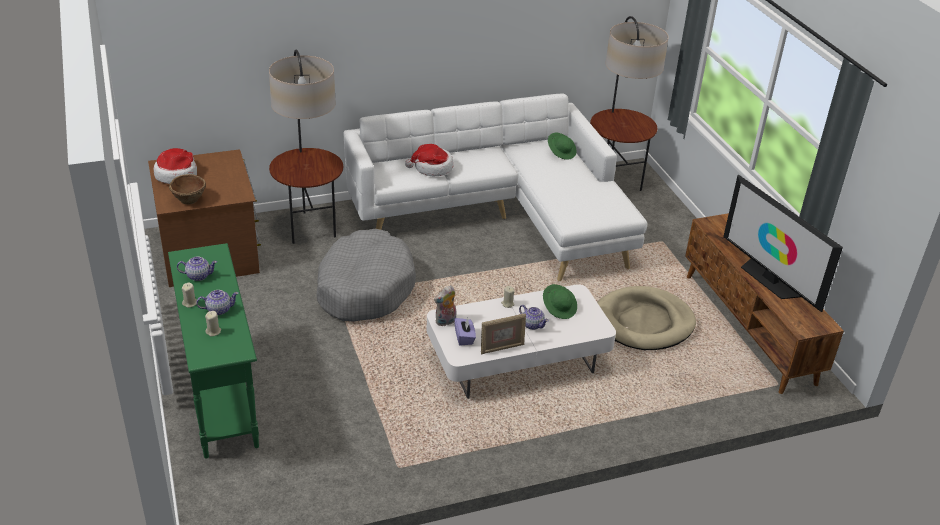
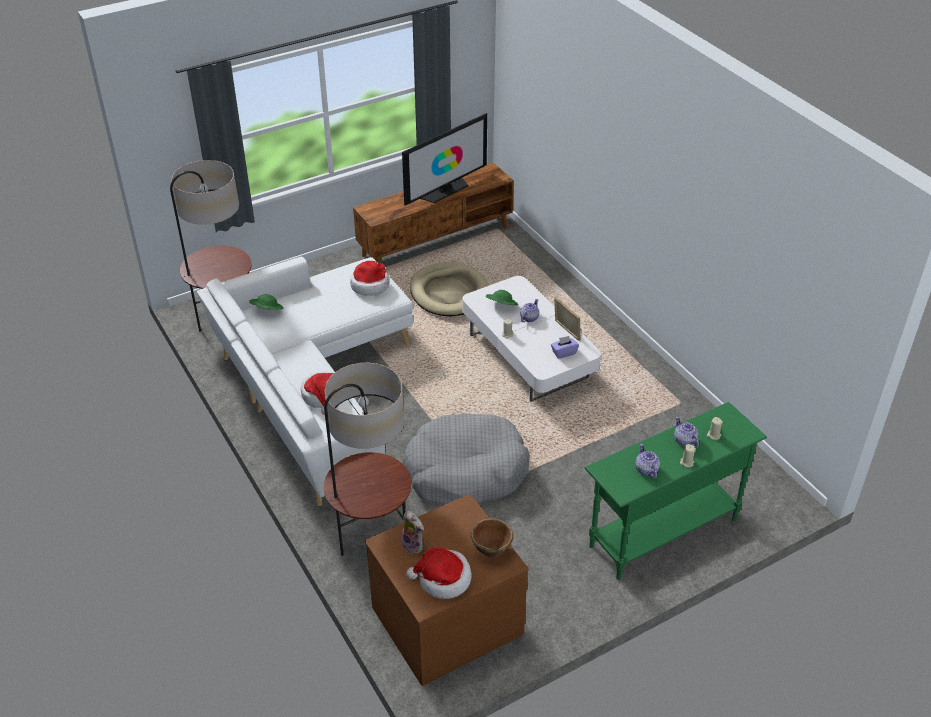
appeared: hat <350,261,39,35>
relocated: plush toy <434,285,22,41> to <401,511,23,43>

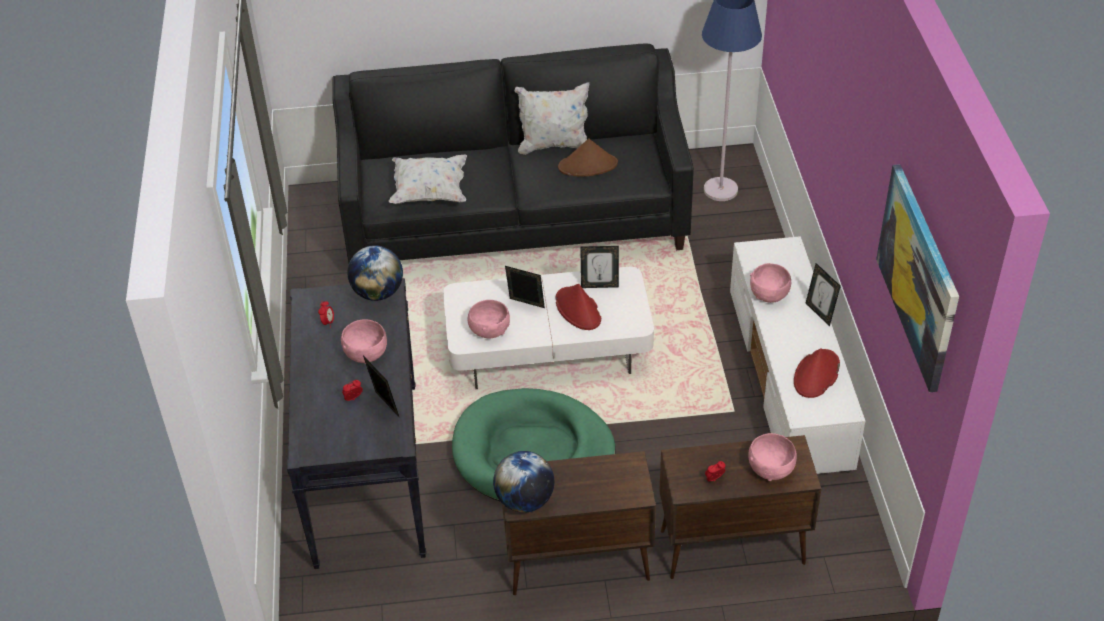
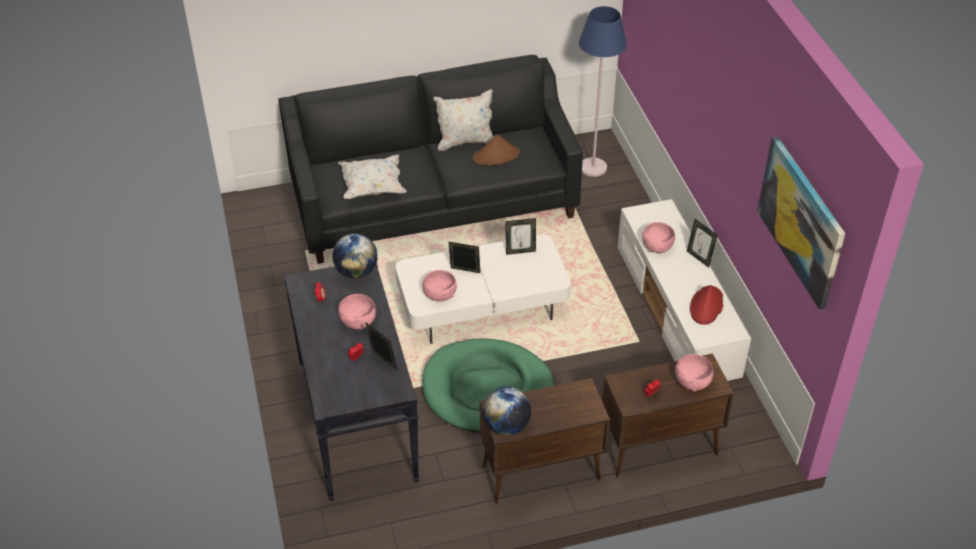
missing: red hat <555,284,46,46>

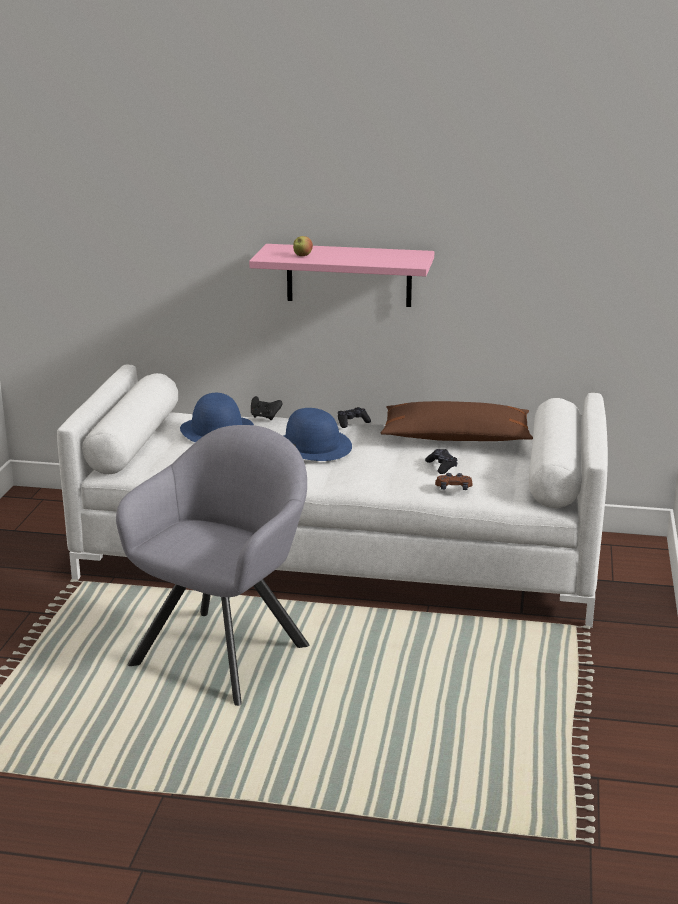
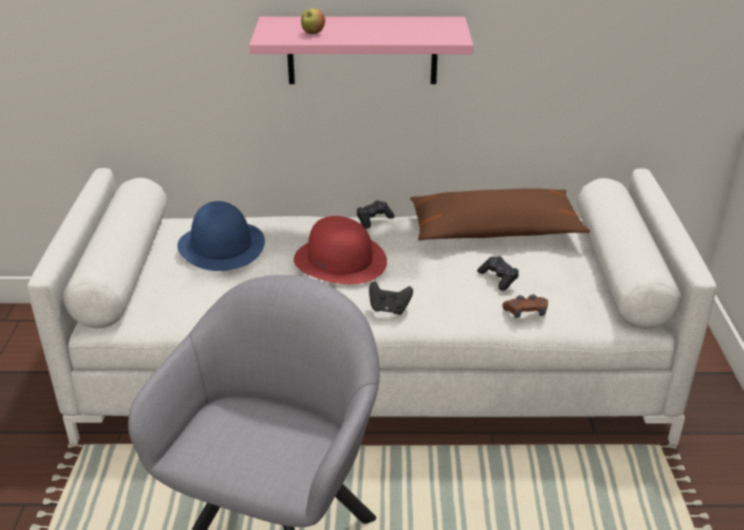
relocated: black game controller <251,396,32,24> to <369,281,44,34>
colour: blue hat <284,408,68,53> to red hat <294,216,93,68>

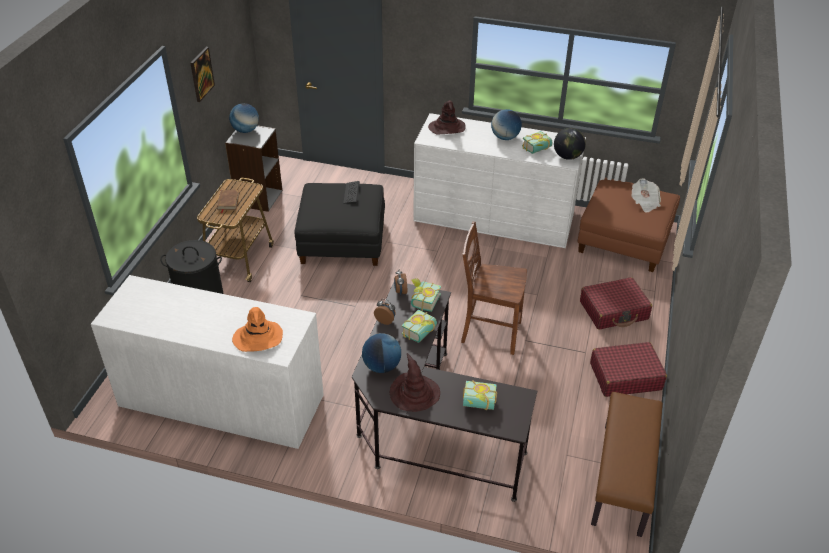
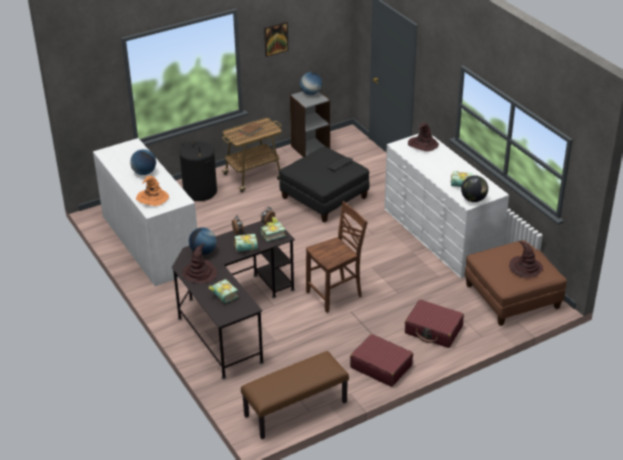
relocated: globe <491,109,31,31> to <130,149,26,26>
exchanged: newspaper <631,178,30,35> to brown hat <509,241,34,37>
spun: brown chair <461,221,66,134> = <306,201,62,112> 90 degrees clockwise

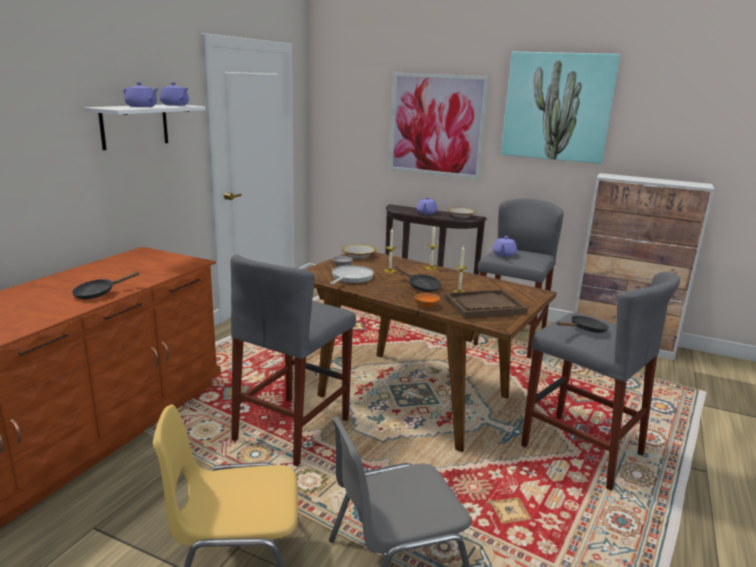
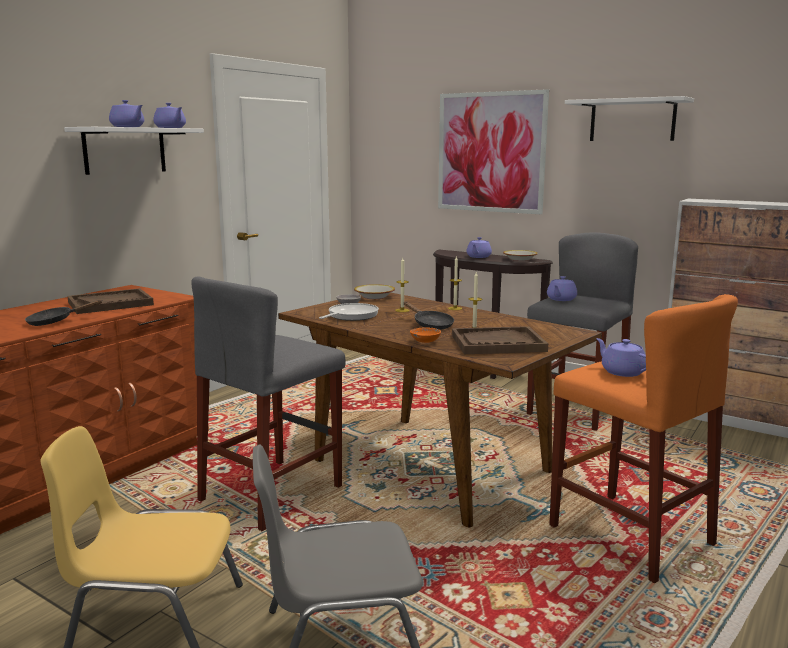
appeared: brown tray <67,288,87,26>
exchanged: picture <501,52,119,112> to white shelf <565,96,129,45>; black frying pan <556,315,53,18> to purple teapot <596,338,50,39>
colour: grey stool <521,272,159,219> to orange stool <549,294,189,289>

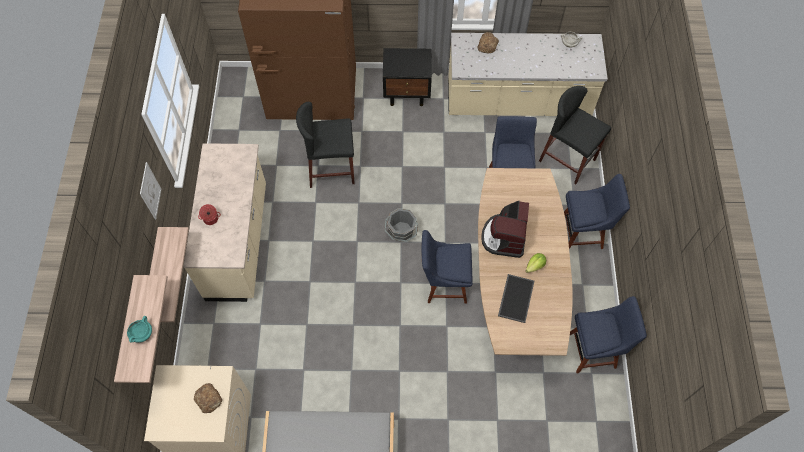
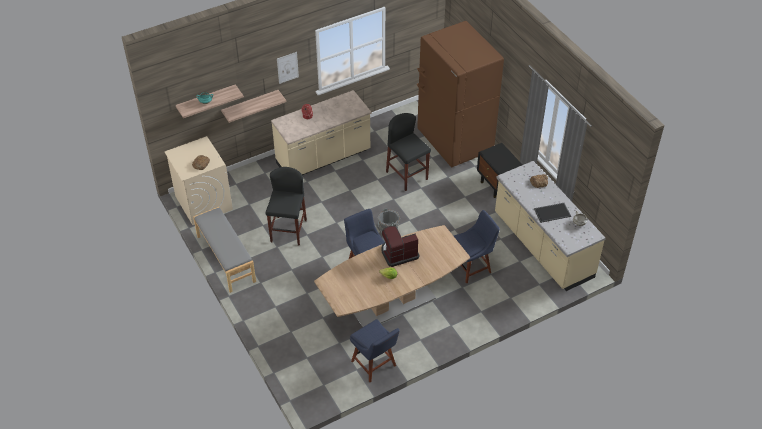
missing: blue chair <564,174,66,75>
relocated: black stool <539,86,72,98> to <266,167,41,79>; tray <498,274,36,49> to <534,203,37,20>

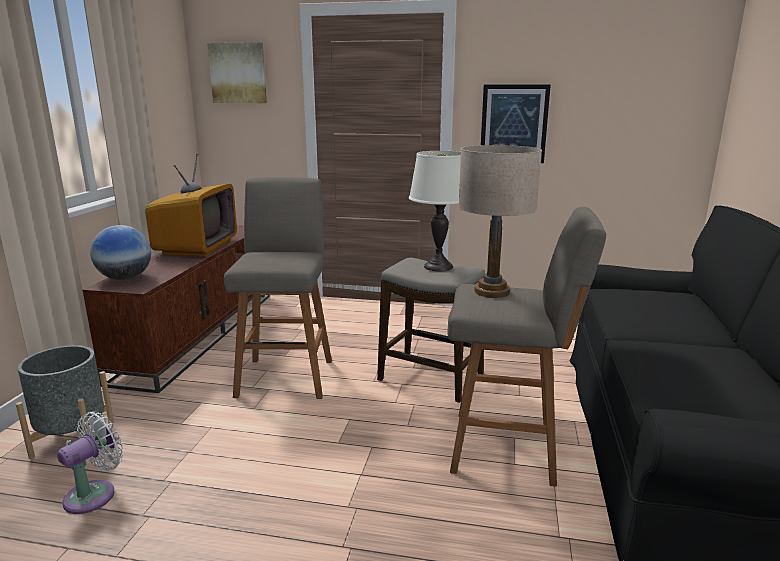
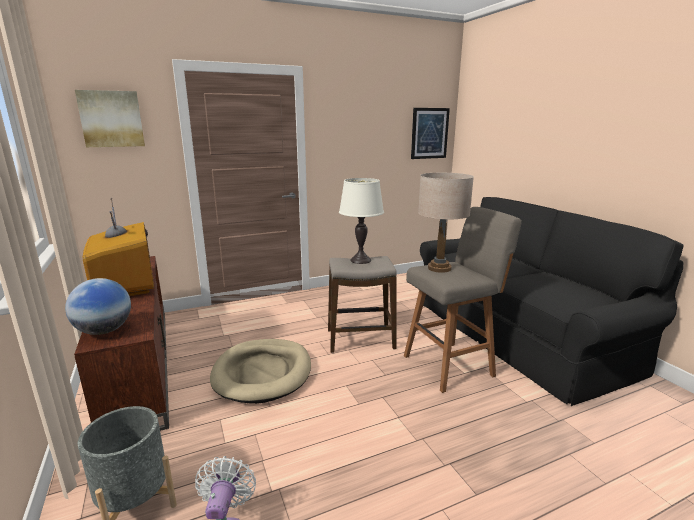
relocated: picture <481,84,70,79> to <411,108,39,51>
exchanged: grey stool <224,177,108,222> to beige dog bed <210,339,101,65>

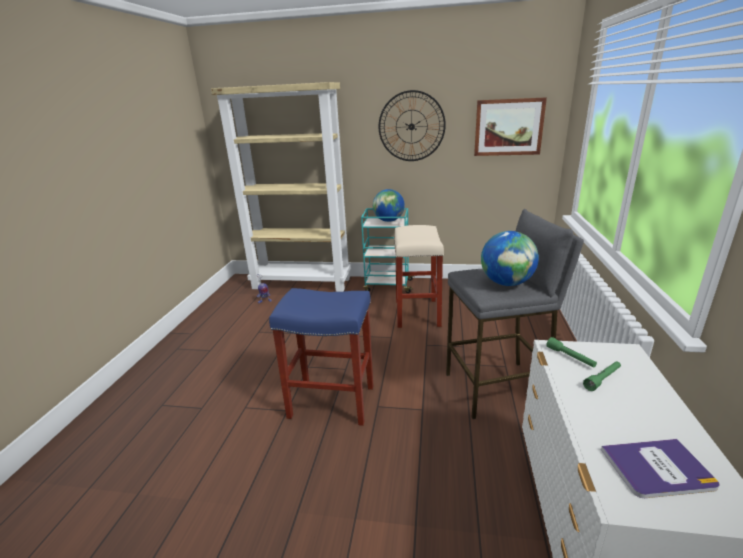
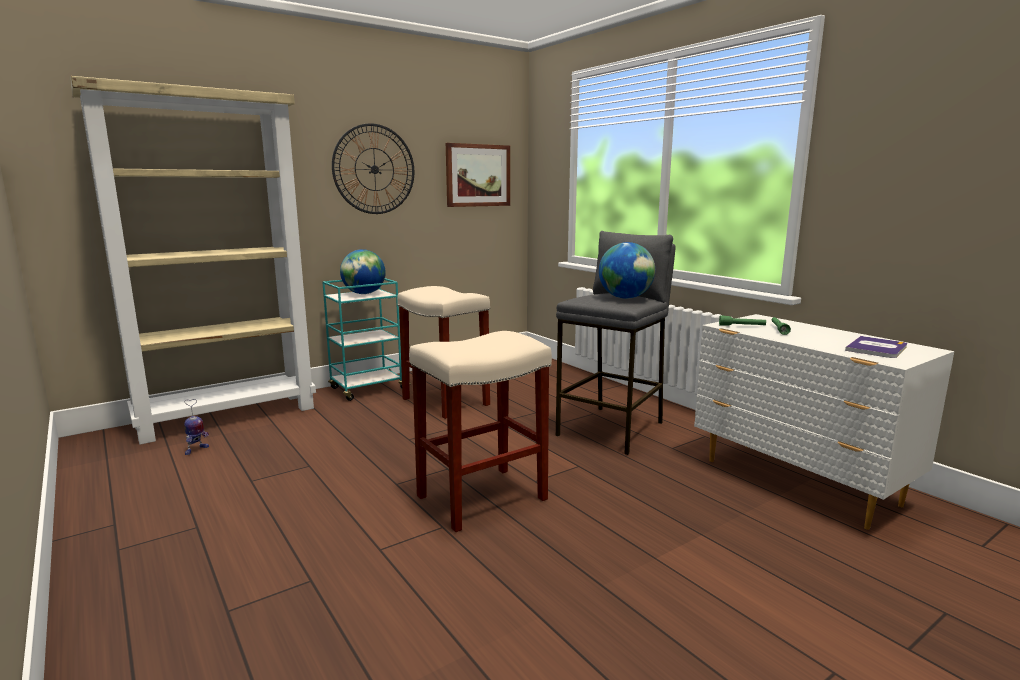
colour: blue stool <269,288,104,138> to beige stool <409,331,143,201>

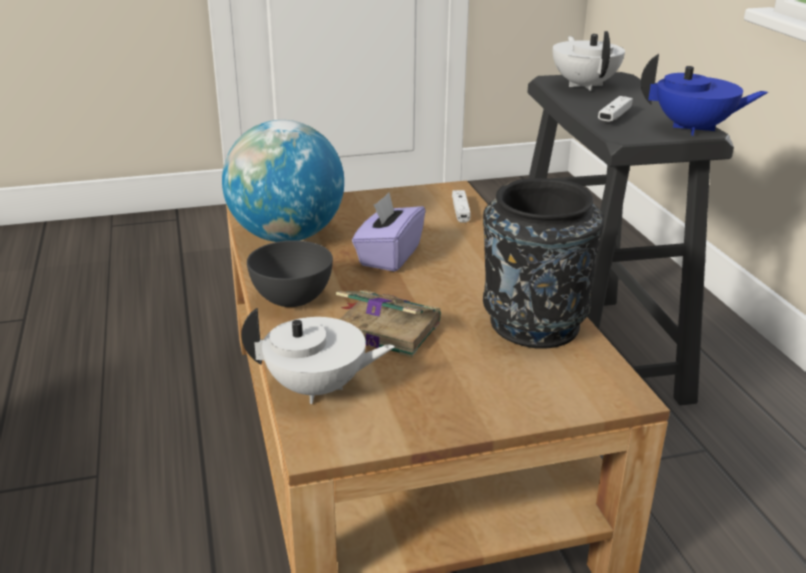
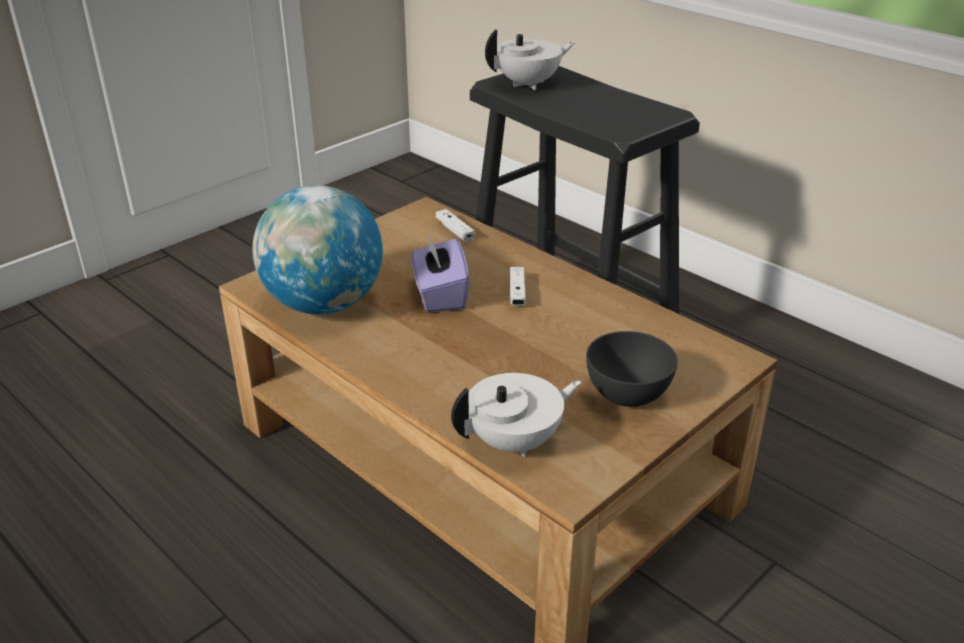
missing: blue teapot <641,54,127,82>; black vase <483,178,121,171>; book <336,290,105,67>
relocated: white game controller <598,96,35,25> to <510,267,16,39>; grey bowl <247,240,86,67> to <586,331,92,76>
spun: white teapot <553,31,72,60> = <485,29,90,61> 105 degrees clockwise

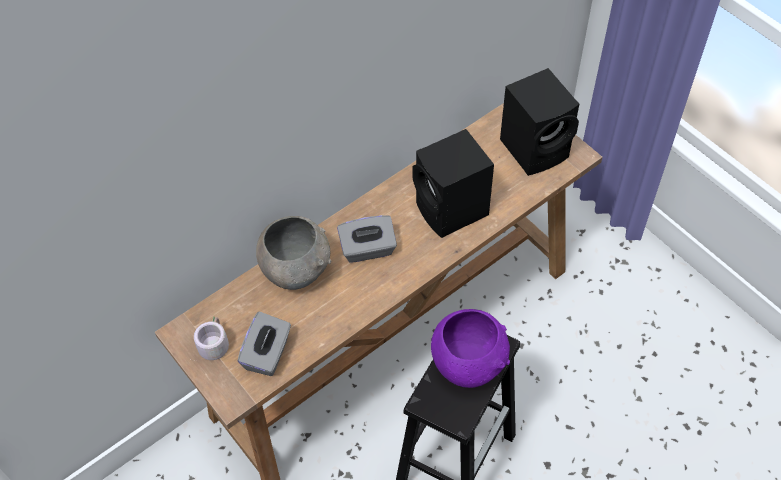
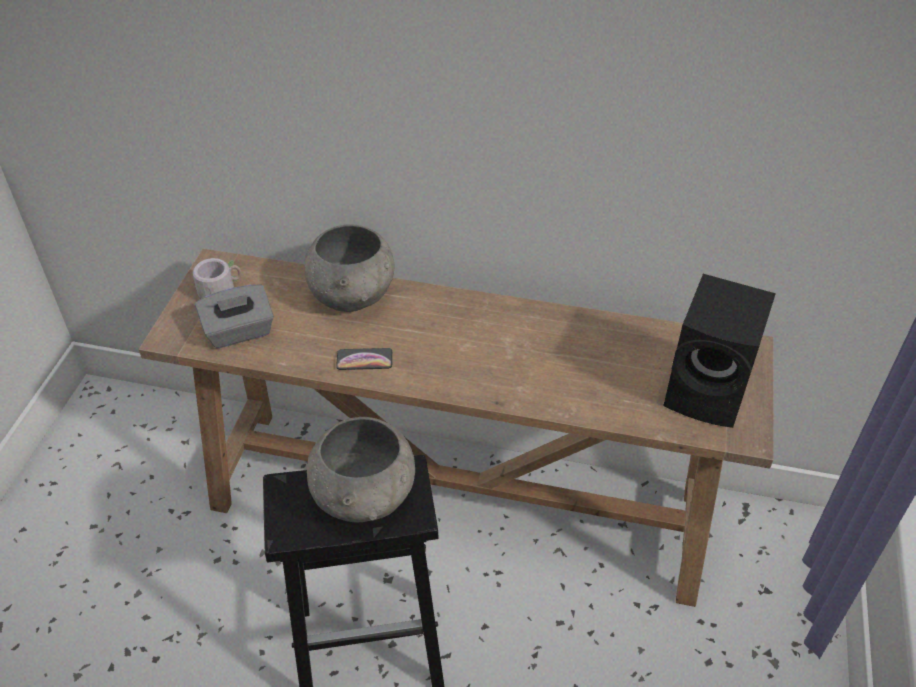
missing: black speaker <412,129,82,109>; grey tissue box <337,215,60,48>
appeared: phone <336,348,56,22>
colour: purple bowl <431,309,79,79> to grey bowl <307,417,108,105>

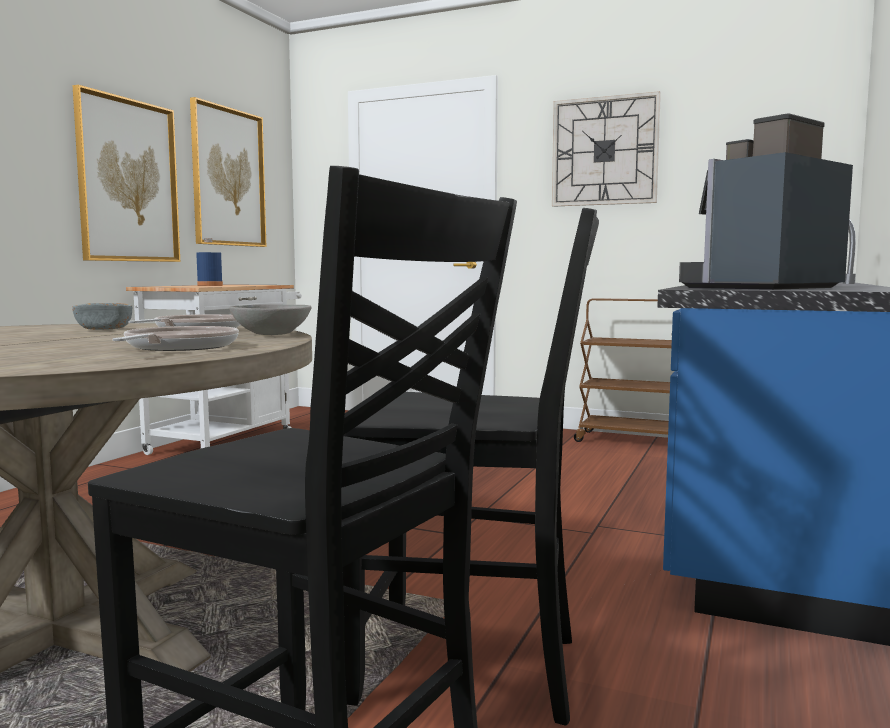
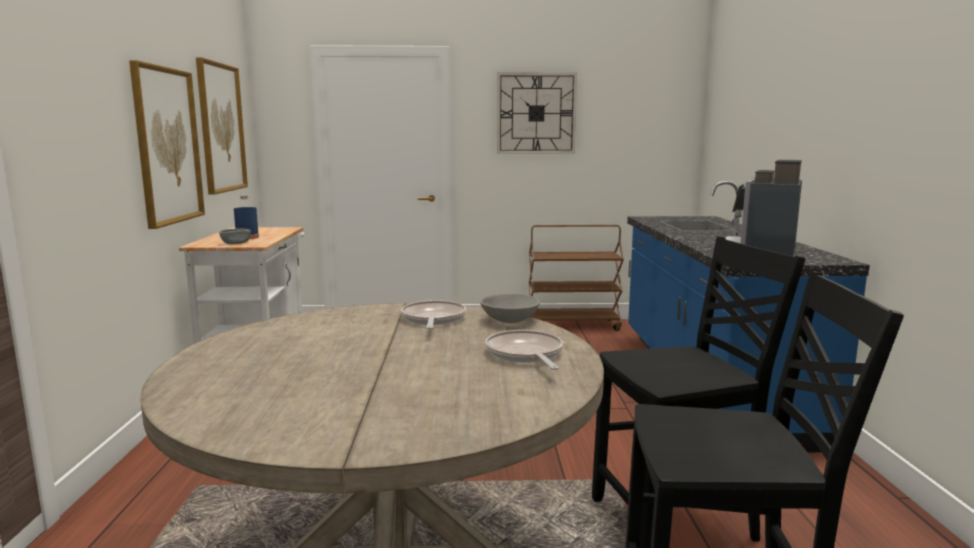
relocated: grey bowl <72,303,60,27> to <219,228,32,16>

